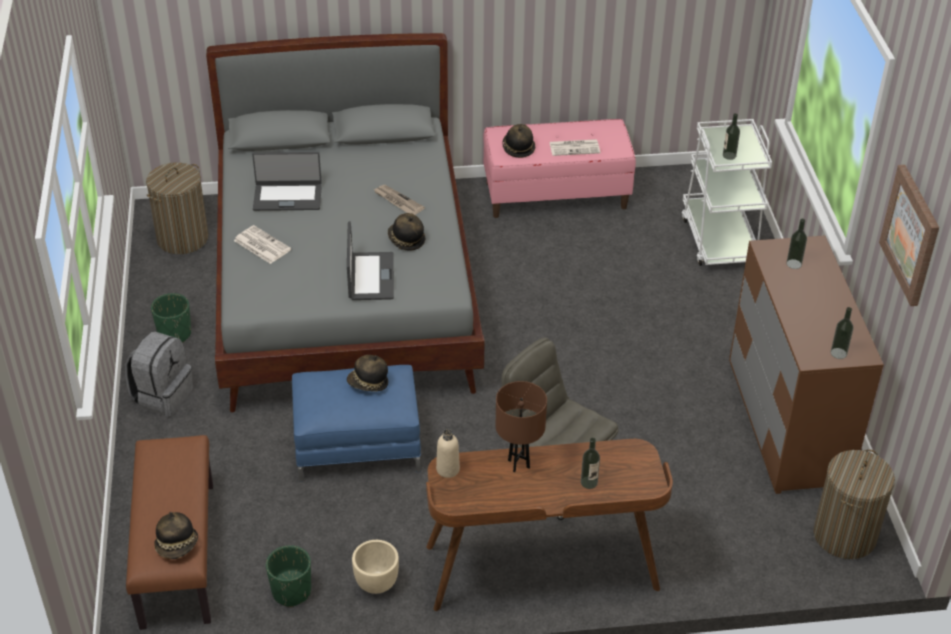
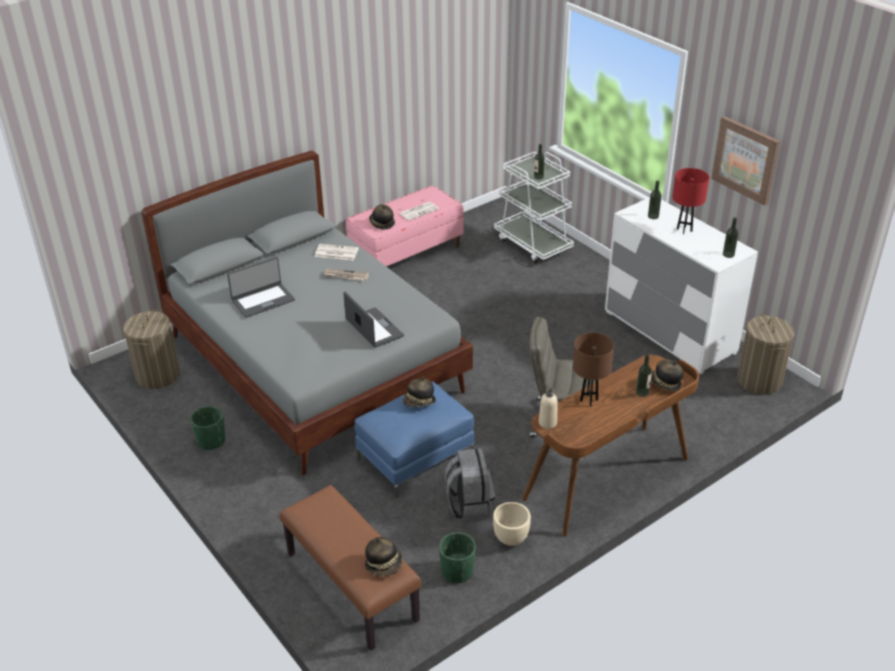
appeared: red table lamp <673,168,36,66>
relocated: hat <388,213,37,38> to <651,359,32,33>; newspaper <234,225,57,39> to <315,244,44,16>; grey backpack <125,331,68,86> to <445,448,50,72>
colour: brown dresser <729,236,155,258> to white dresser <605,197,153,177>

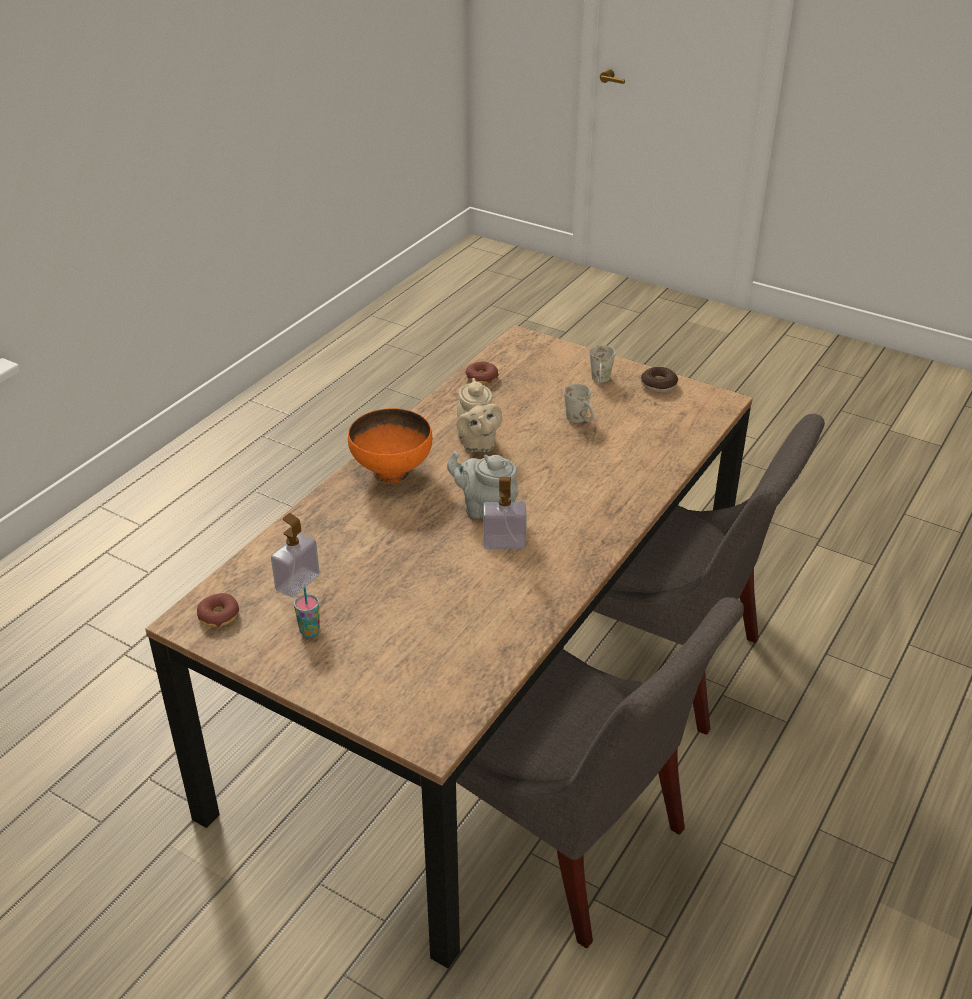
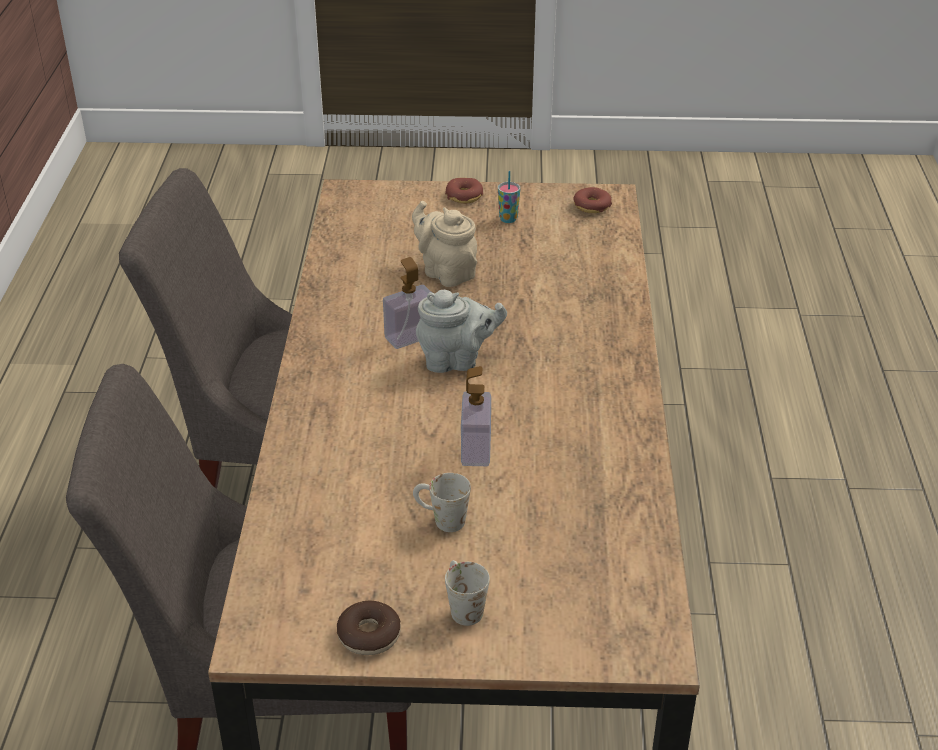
missing: orange bowl <348,408,84,75>
relocated: donut <466,361,33,23> to <445,178,38,26>; beige teapot <457,378,45,74> to <412,201,65,86>; soap dispenser <271,513,49,85> to <461,366,30,100>

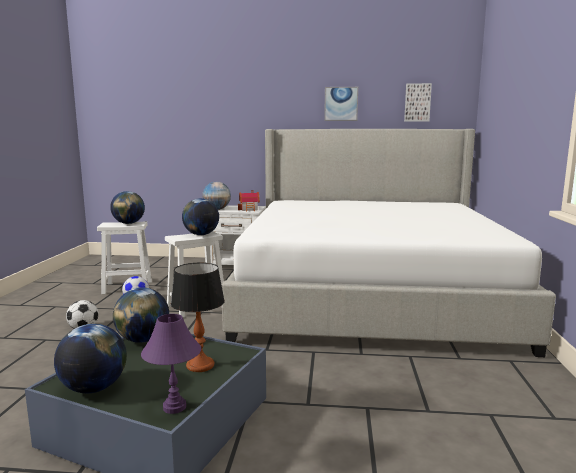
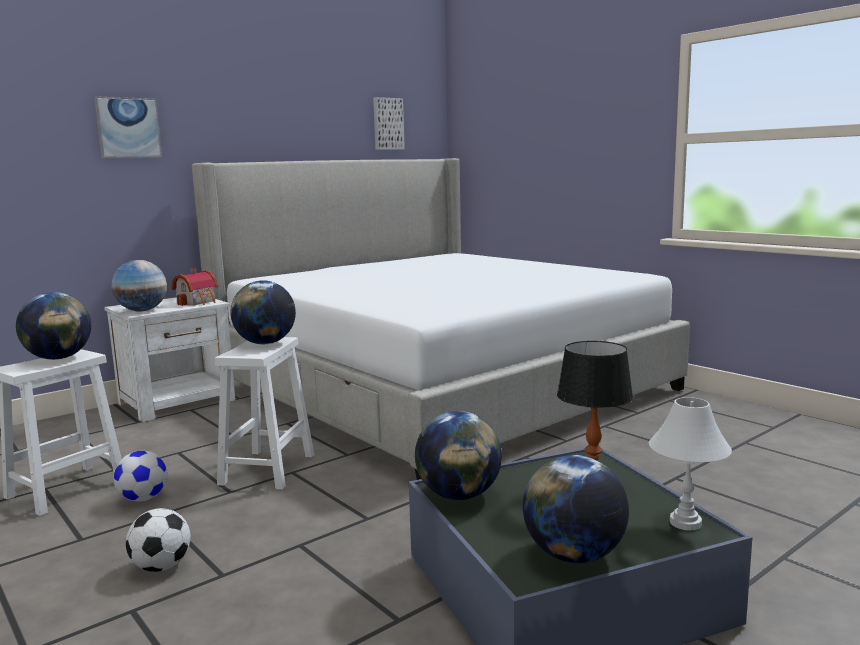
relocated: picture <324,87,34,34> to <94,96,68,62>
colour: purple table lamp <141,314,60,100> to white table lamp <649,397,83,133>

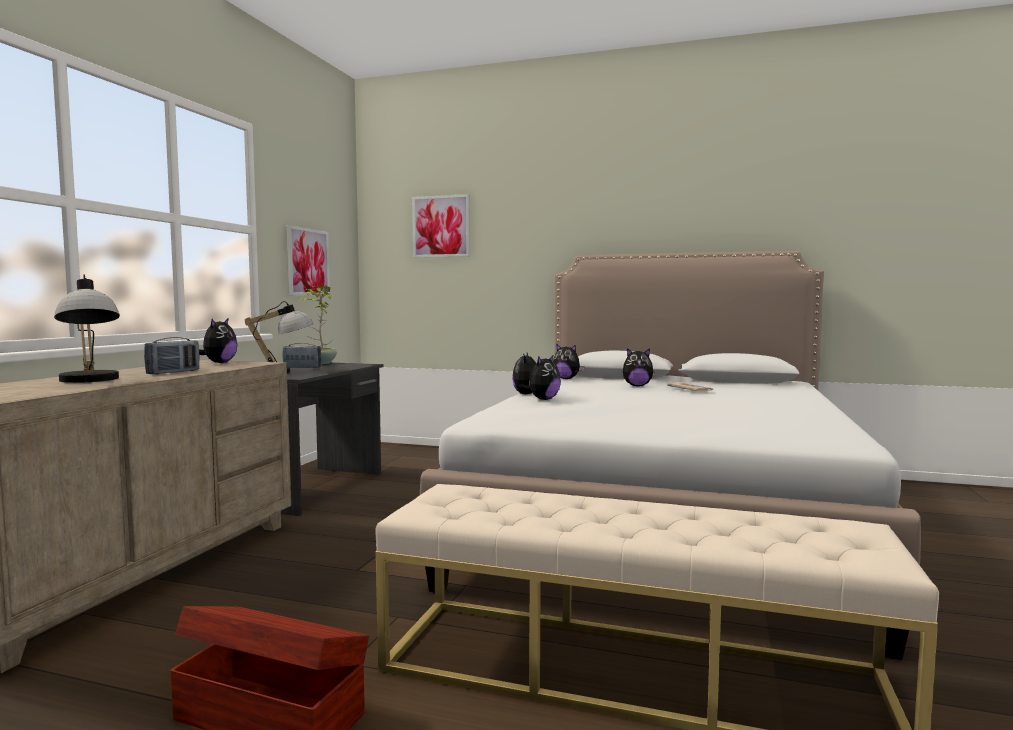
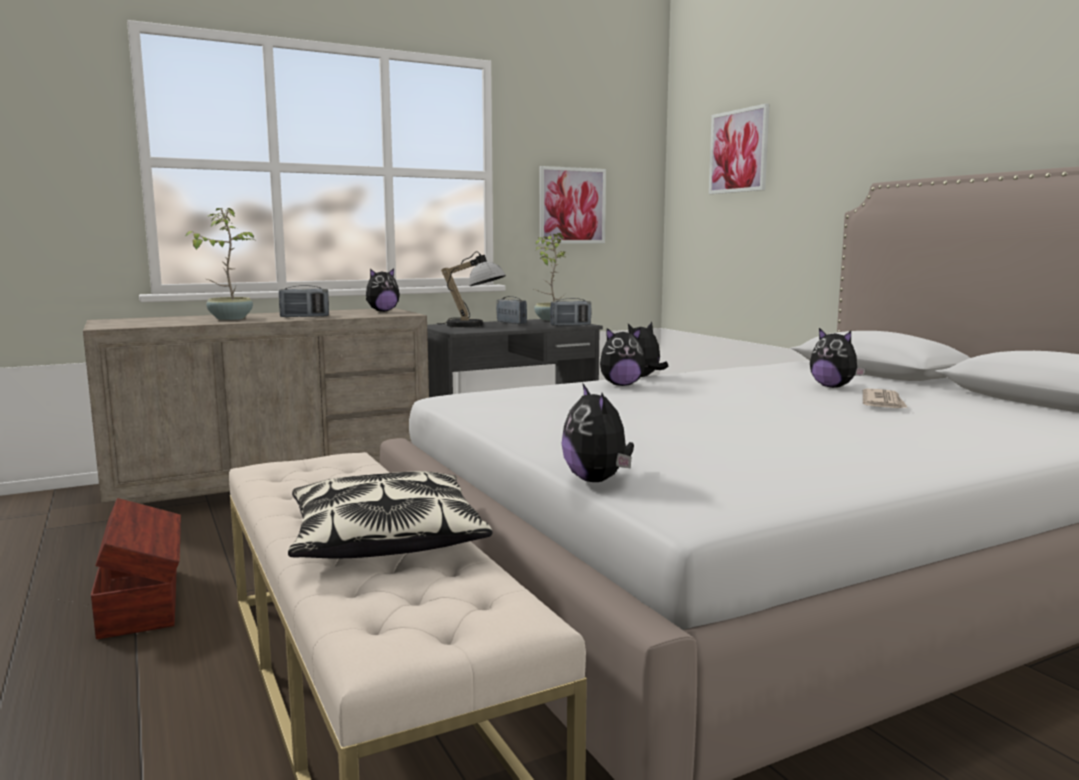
appeared: radio <550,298,41,28>; pillow <288,471,204,87>
relocated: plush toy <553,344,31,35> to <561,384,73,98>
exchanged: table lamp <54,274,66,109> to potted plant <185,208,70,112>

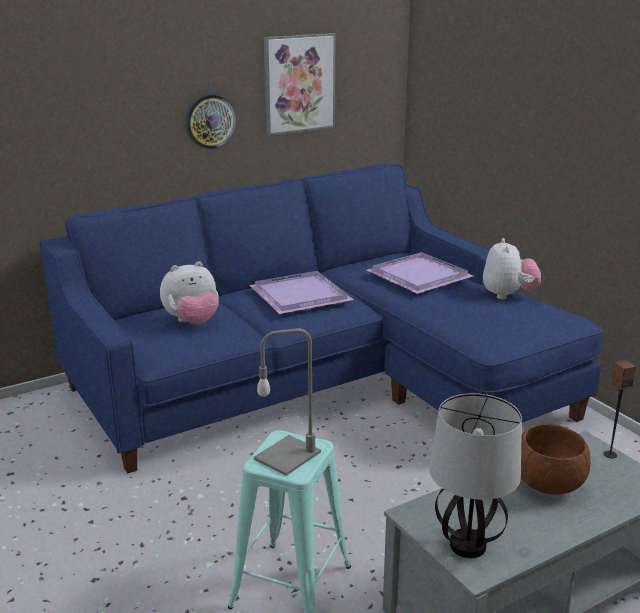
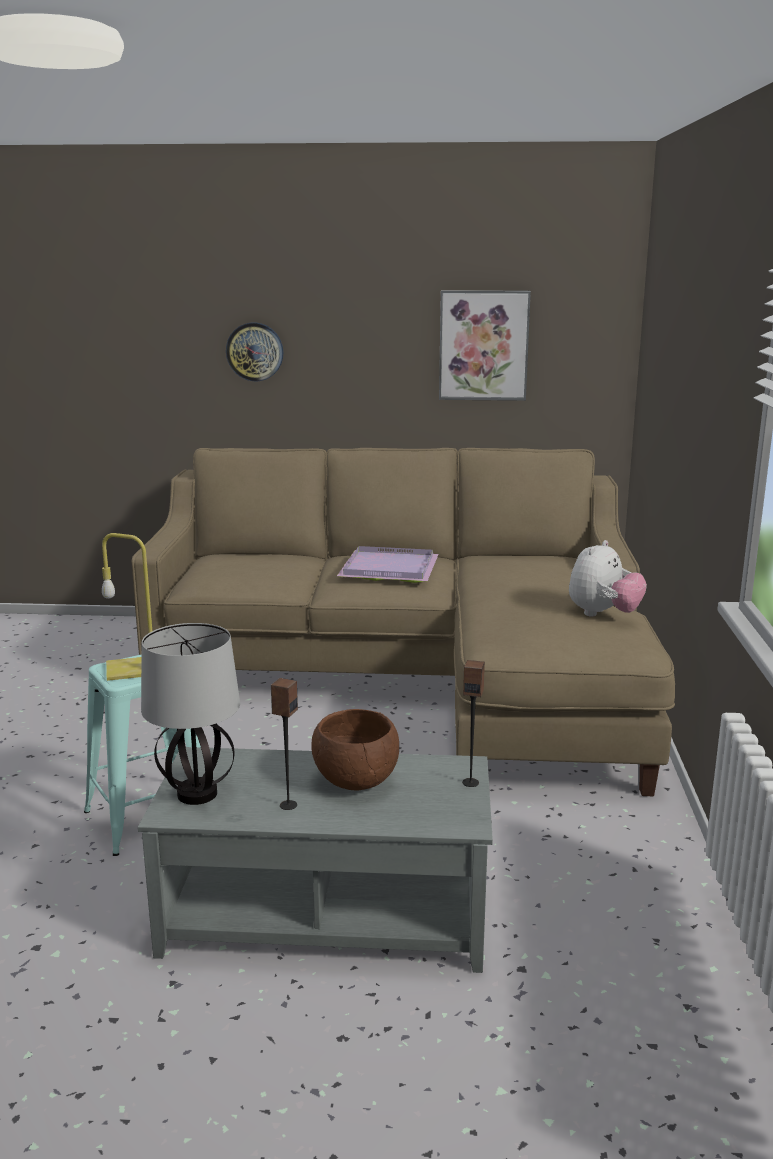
missing: purple tray <367,252,106,42>; plush toy <160,261,59,64>
appeared: speaker <271,678,27,132>
relocated: wall clock <185,94,51,55> to <226,323,57,58>
colour: blue sofa <40,163,562,310> to beige sofa <132,448,543,348>; grey table lamp <254,329,67,147> to yellow table lamp <102,533,50,148>

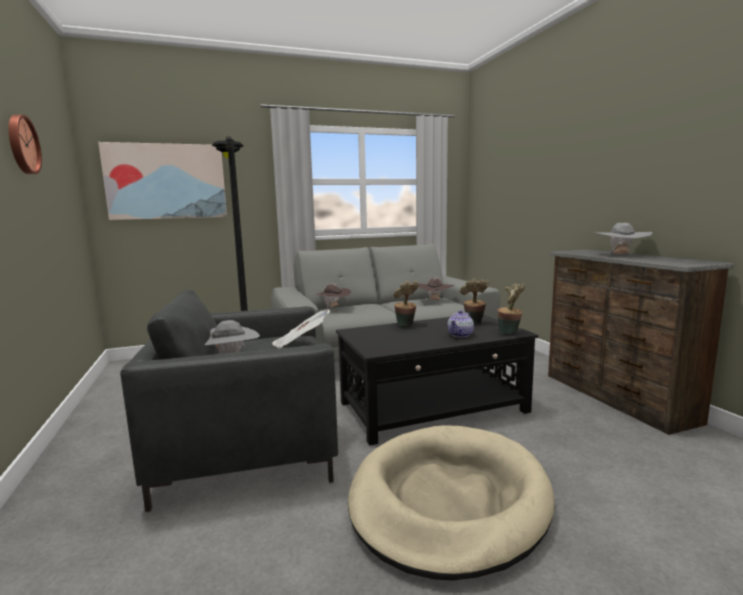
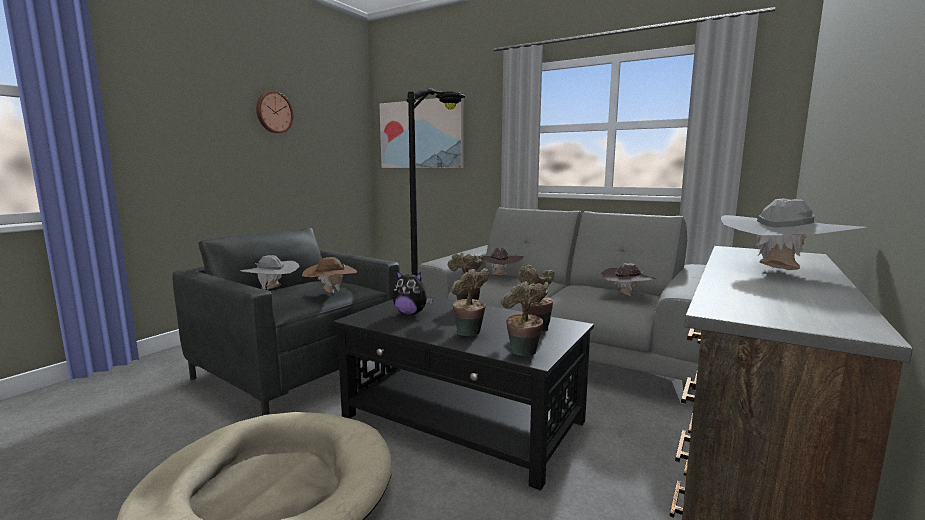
appeared: plush toy <392,271,41,44>
exchanged: newspaper <272,309,58,40> to brown hat <302,257,55,36>; teapot <447,310,27,28> to potted plant <451,268,38,68>

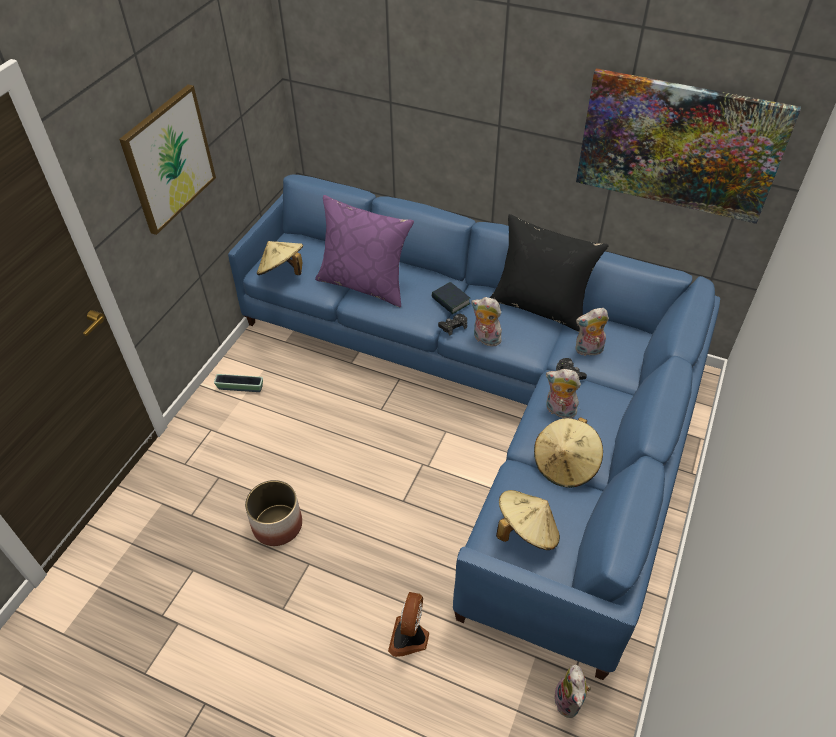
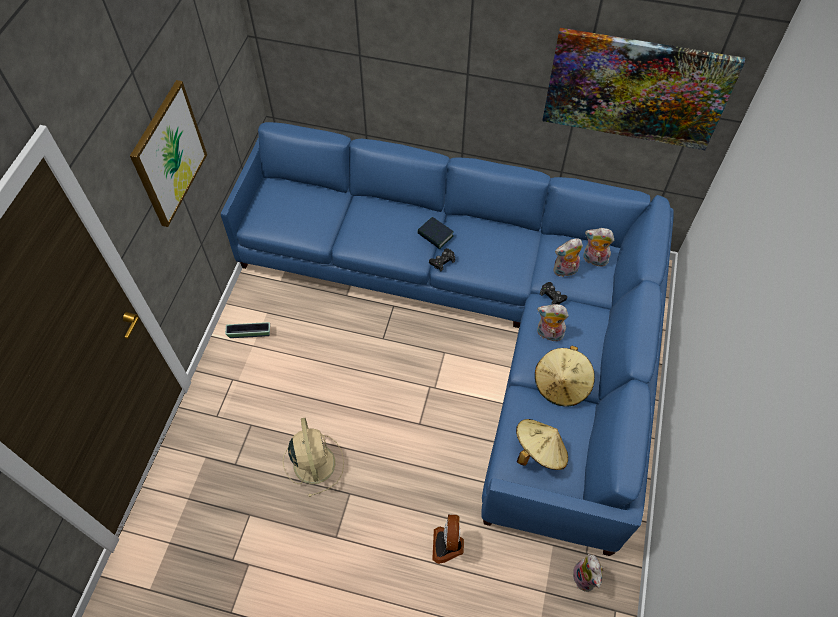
missing: purple pillow <315,195,99,113>; black pillow <490,214,119,118>; beige hat <257,241,46,34>
relocated: plush toy <471,297,31,49> to <583,228,31,39>
exchanged: planter <245,480,57,66> to beige fan <283,418,61,79>

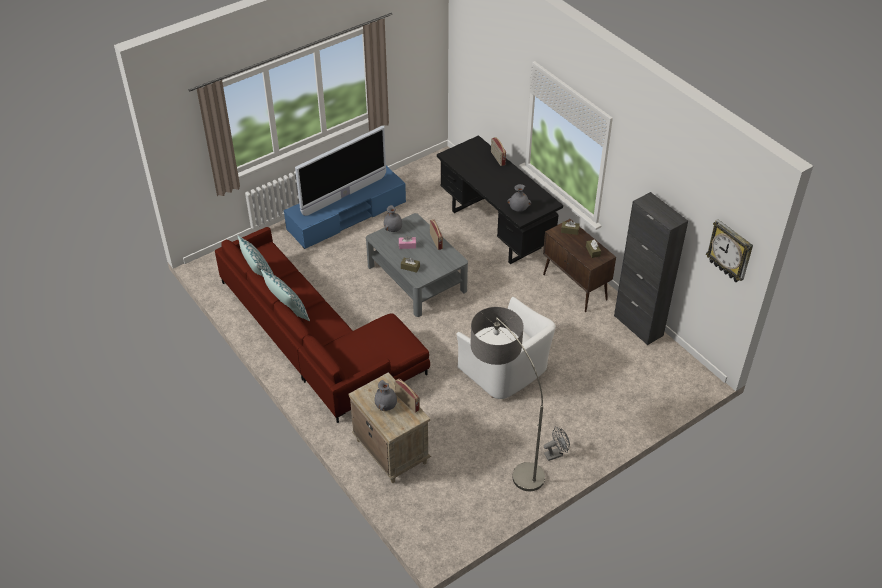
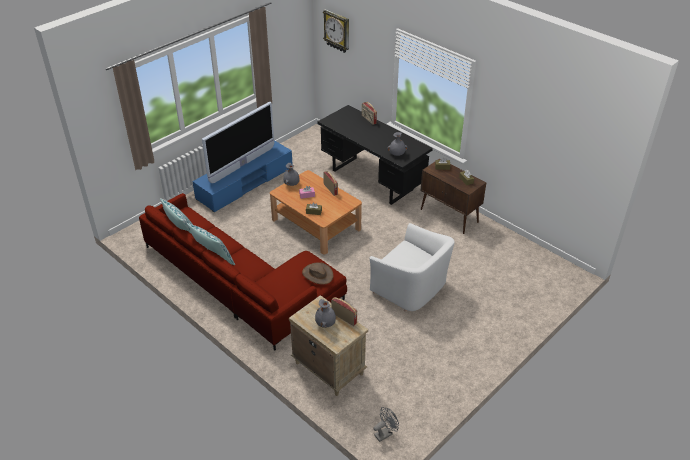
missing: black cabinet <614,192,74,153>; floor lamp <471,307,74,184>
appeared: brown hat <302,262,31,23>
relocated: wall clock <706,219,47,63> to <323,9,26,44>; grey fan <544,426,26,35> to <374,407,25,35>
colour: grey coffee table <366,213,102,104> to brown coffee table <270,170,92,84>

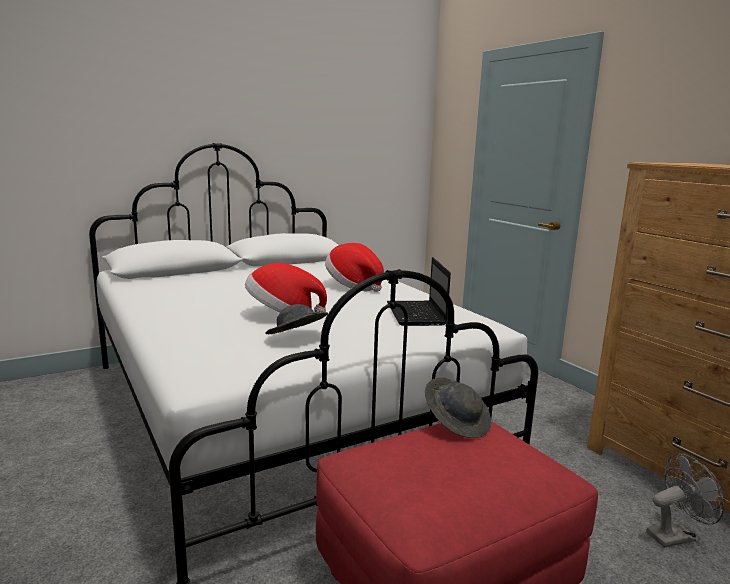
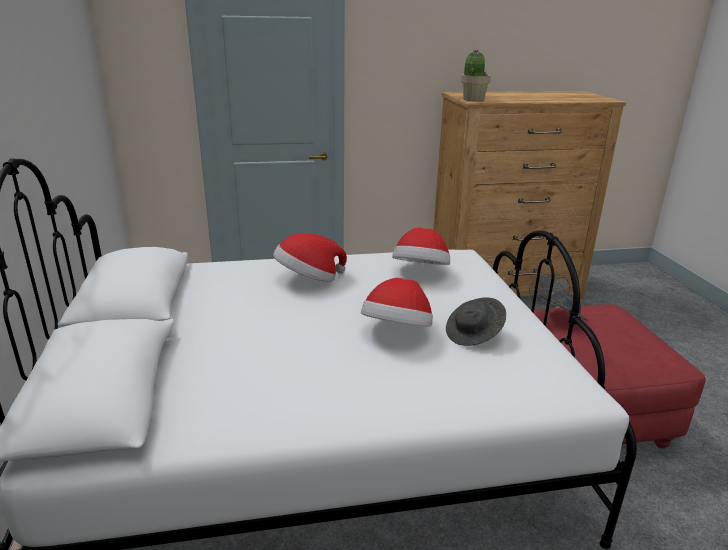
appeared: potted plant <461,50,30,51>
exchanged: laptop <387,257,64,69> to hat <392,228,58,37>

